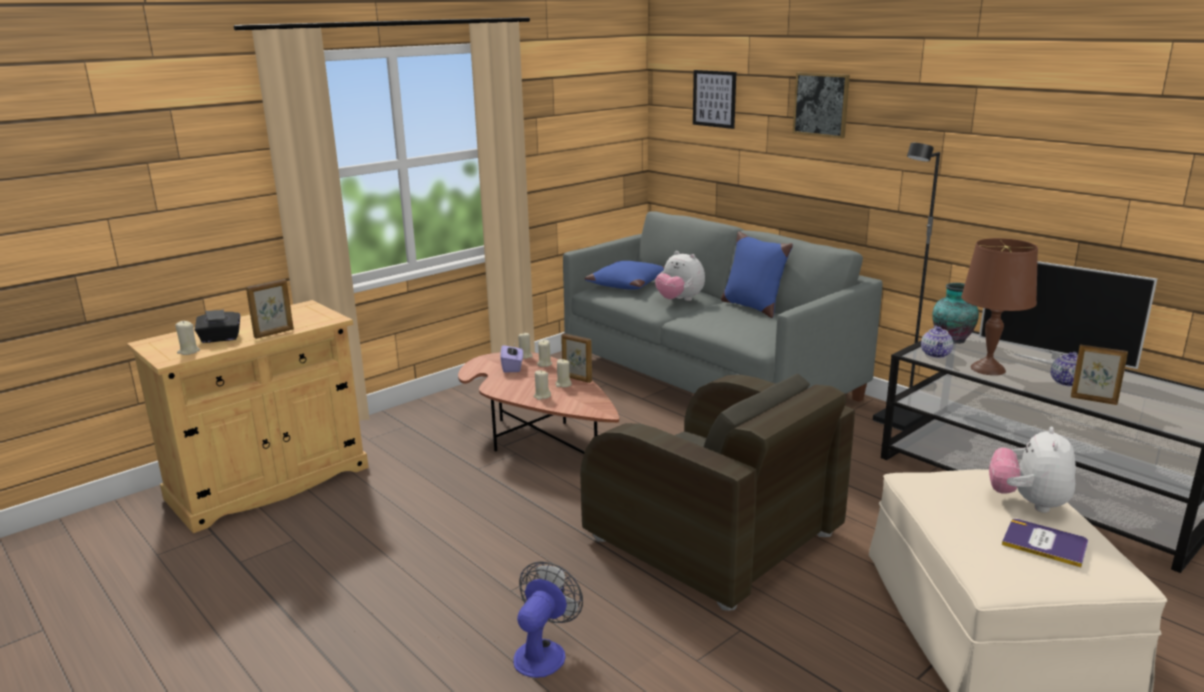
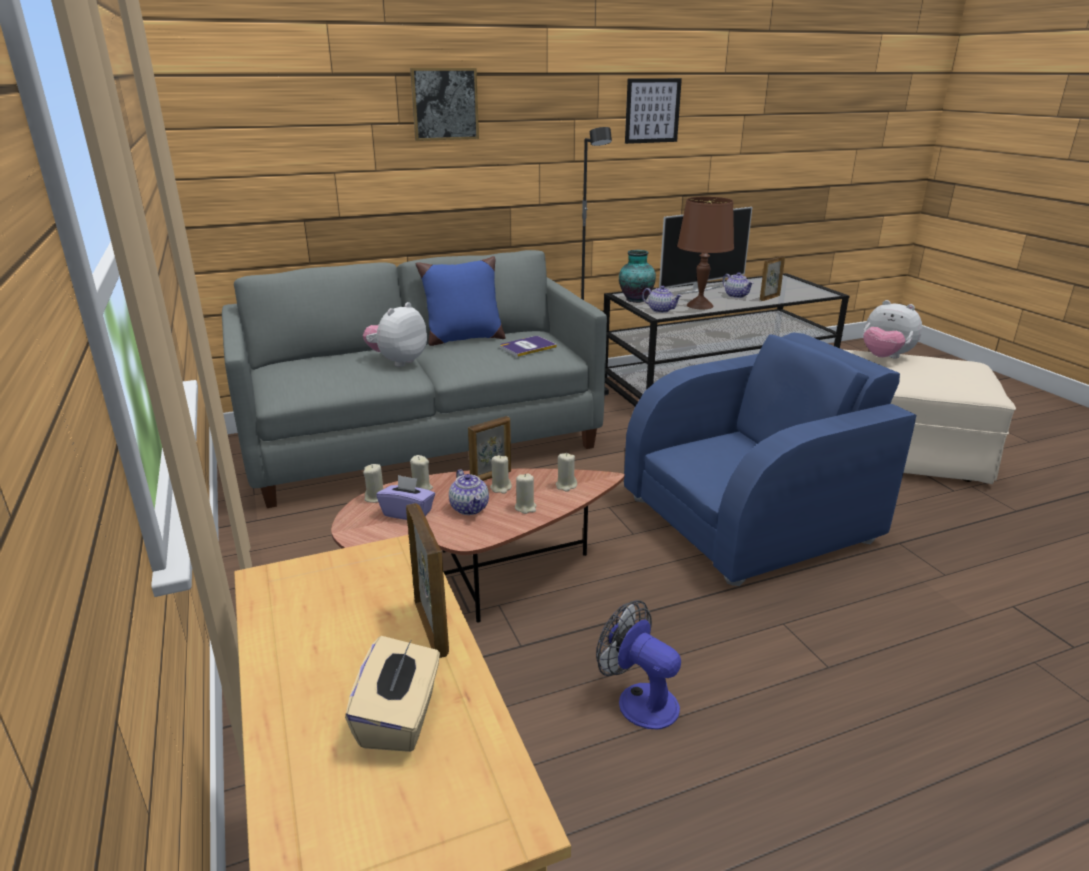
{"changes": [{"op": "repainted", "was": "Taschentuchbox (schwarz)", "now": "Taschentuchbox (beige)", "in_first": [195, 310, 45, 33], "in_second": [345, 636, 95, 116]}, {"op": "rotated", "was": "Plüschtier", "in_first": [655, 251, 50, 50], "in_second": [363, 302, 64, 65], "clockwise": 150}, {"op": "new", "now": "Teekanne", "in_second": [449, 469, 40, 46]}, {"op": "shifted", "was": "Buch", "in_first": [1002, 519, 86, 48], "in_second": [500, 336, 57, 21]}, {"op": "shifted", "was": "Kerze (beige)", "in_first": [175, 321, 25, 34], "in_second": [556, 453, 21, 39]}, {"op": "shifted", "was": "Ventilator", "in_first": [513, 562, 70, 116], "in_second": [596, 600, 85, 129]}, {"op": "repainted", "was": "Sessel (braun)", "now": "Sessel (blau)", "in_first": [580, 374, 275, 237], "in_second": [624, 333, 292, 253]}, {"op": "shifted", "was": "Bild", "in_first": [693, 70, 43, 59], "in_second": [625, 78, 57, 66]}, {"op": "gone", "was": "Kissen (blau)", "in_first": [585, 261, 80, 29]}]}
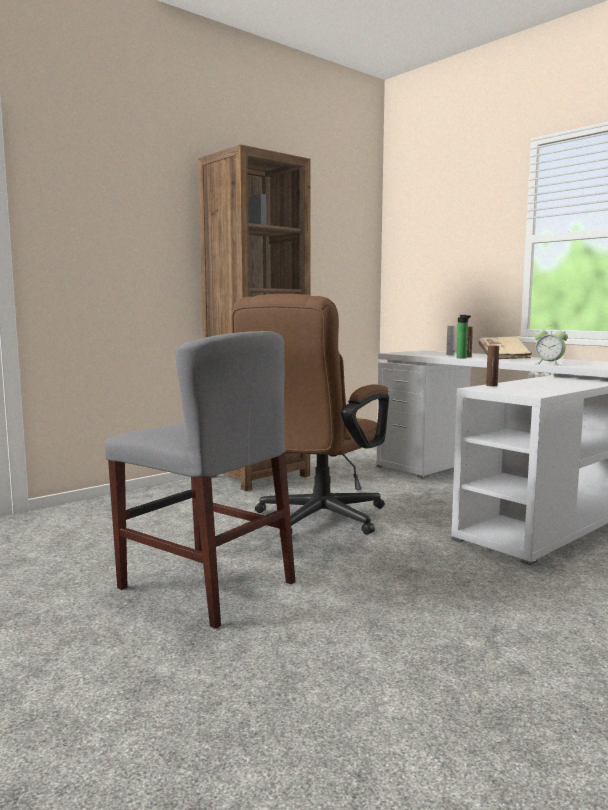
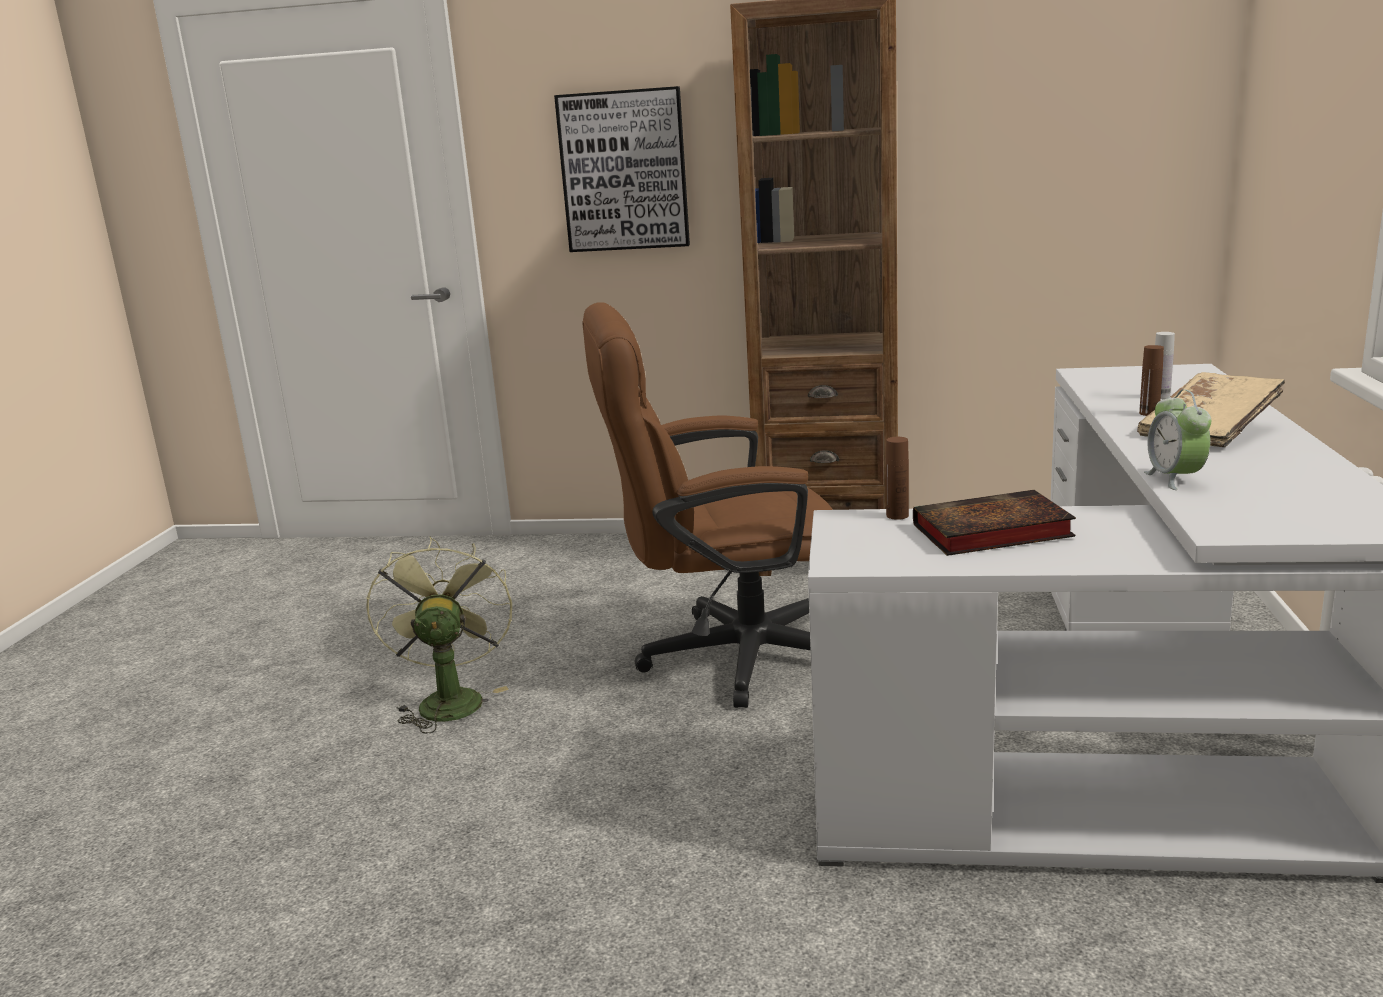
{"changes": [{"op": "swapped", "was": "Stuhl (grau)", "now": "Ventilator (grün)", "in_first": [105, 331, 190, 298], "in_second": [366, 537, 146, 197]}, {"op": "new", "now": "Bild", "in_second": [554, 86, 136, 166]}, {"op": "new", "now": "Buch", "in_second": [913, 490, 163, 66]}, {"op": "gone", "was": "Flasche", "in_first": [456, 315, 15, 43]}]}
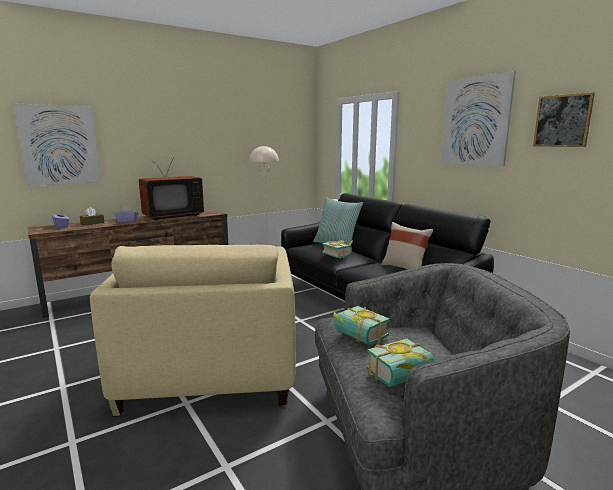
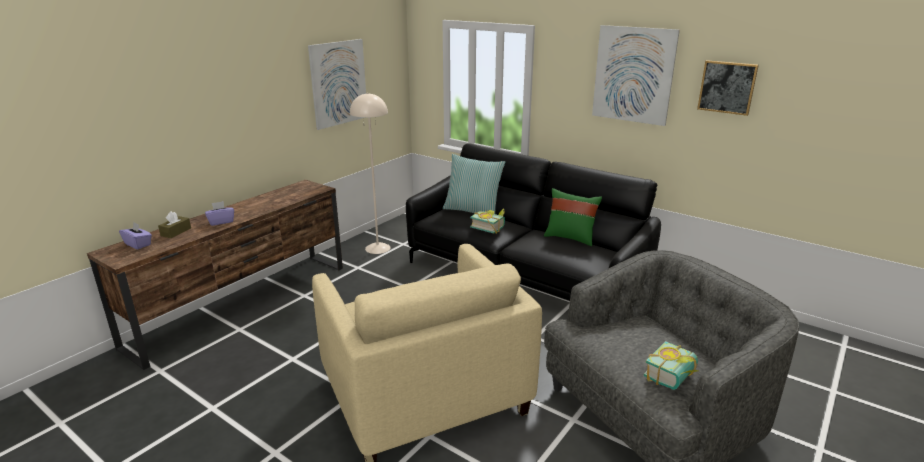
{"changes": [{"op": "shifted", "was": "Bild", "in_first": [13, 103, 88, 83], "in_second": [308, 39, 58, 91]}, {"op": "repainted", "was": "Kissen (beige)", "now": "Kissen (grün)", "in_first": [381, 222, 53, 48], "in_second": [544, 188, 58, 58]}, {"op": "gone", "was": "Fernseher", "in_first": [139, 158, 65, 62]}, {"op": "gone", "was": "Buch", "in_first": [333, 306, 57, 39]}]}
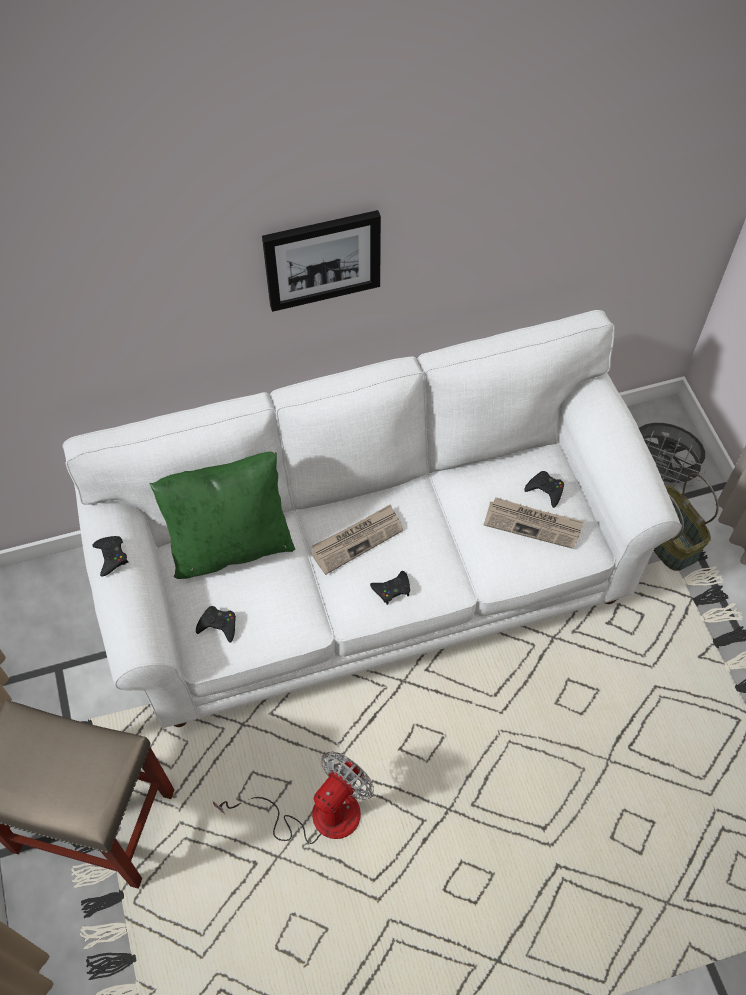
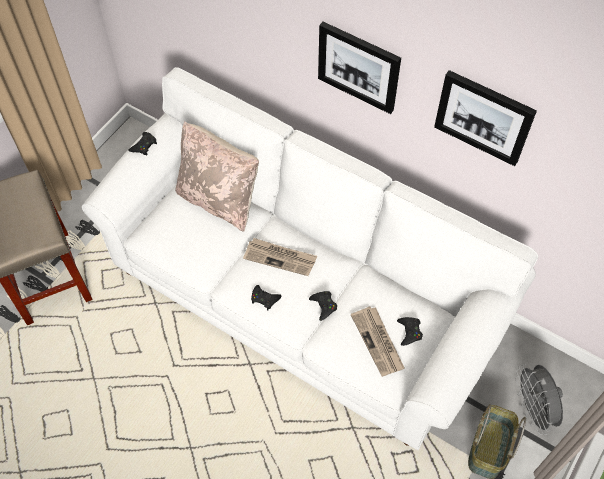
{"changes": [{"op": "repainted", "was": "Kissen (grün)", "now": "Kissen (beige)", "in_first": [150, 452, 145, 127], "in_second": [175, 121, 84, 111]}, {"op": "shifted", "was": "Gamepad (schwarz)", "in_first": [196, 606, 40, 37], "in_second": [309, 291, 28, 30]}, {"op": "new", "now": "Bild", "in_second": [434, 70, 103, 96]}, {"op": "gone", "was": "Ventilator", "in_first": [213, 751, 161, 93]}]}
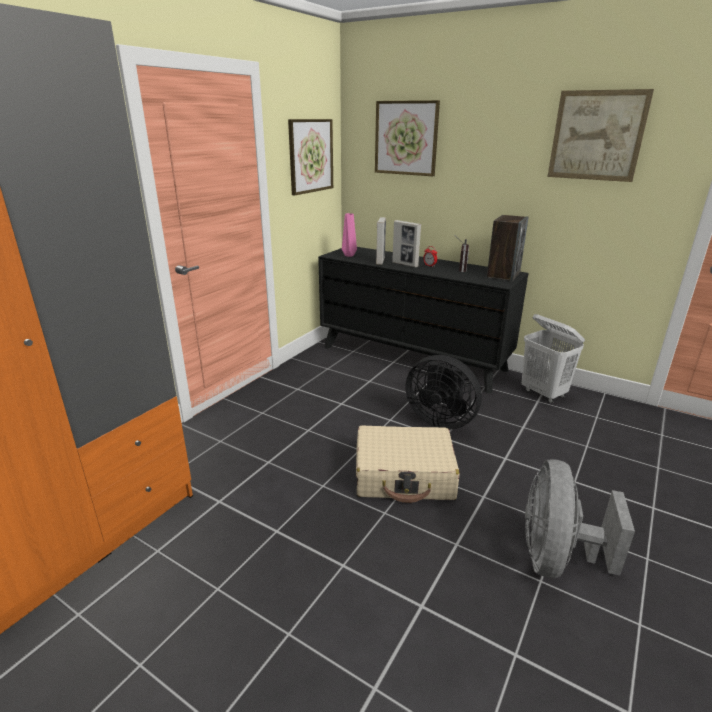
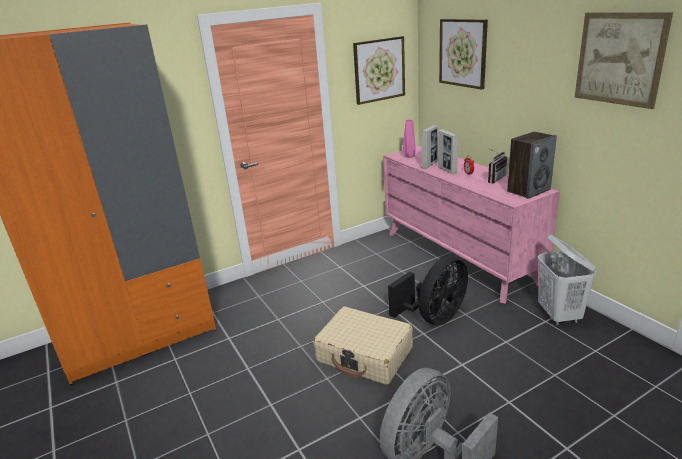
{"changes": [{"op": "repainted", "was": "Kommode (schwarz)", "now": "Kommode (rosa)", "in_first": [318, 247, 210, 146], "in_second": [383, 146, 177, 158]}, {"op": "rotated", "was": "Ventilator (schwarz)", "in_first": [405, 355, 77, 75], "in_second": [388, 256, 80, 69], "clockwise": -105}]}
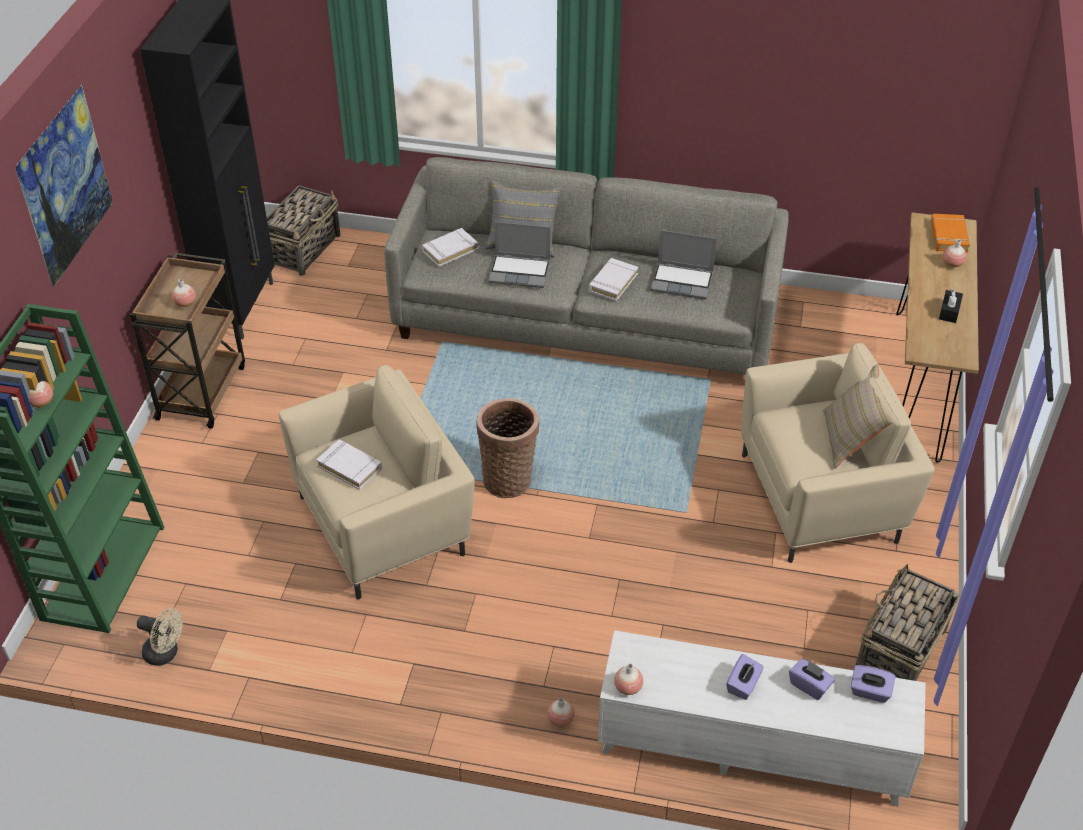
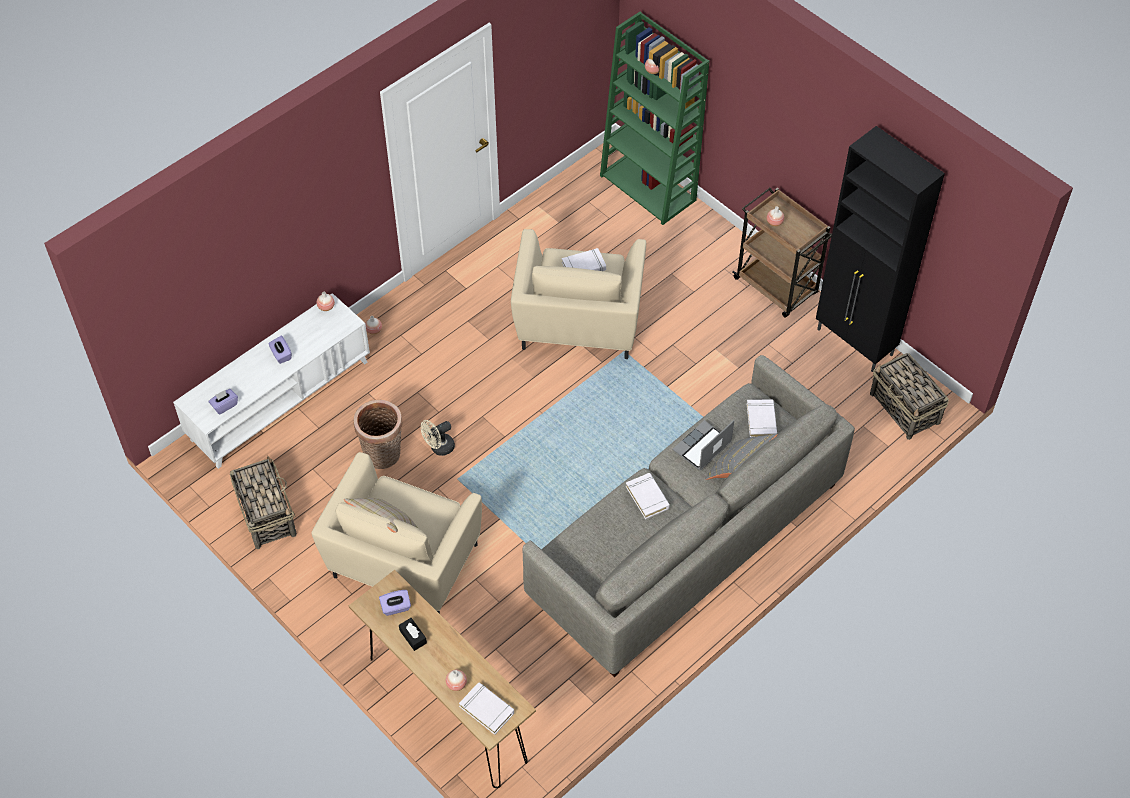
{"changes": [{"op": "shifted", "was": "Korb", "in_first": [477, 398, 62, 100], "in_second": [354, 400, 49, 69]}, {"op": "shifted", "was": "Taschentuchbox (lila)", "in_first": [789, 659, 46, 41], "in_second": [379, 590, 32, 26]}, {"op": "shifted", "was": "Ventilator (beige)", "in_first": [137, 609, 46, 57], "in_second": [421, 420, 34, 36]}, {"op": "repainted", "was": "Buch (orange)", "now": "Buch (weiß)", "in_first": [931, 214, 39, 39], "in_second": [459, 683, 55, 52]}, {"op": "gone", "was": "Bild", "in_first": [15, 85, 98, 202]}, {"op": "gone", "was": "Laptop", "in_first": [650, 230, 67, 69]}]}
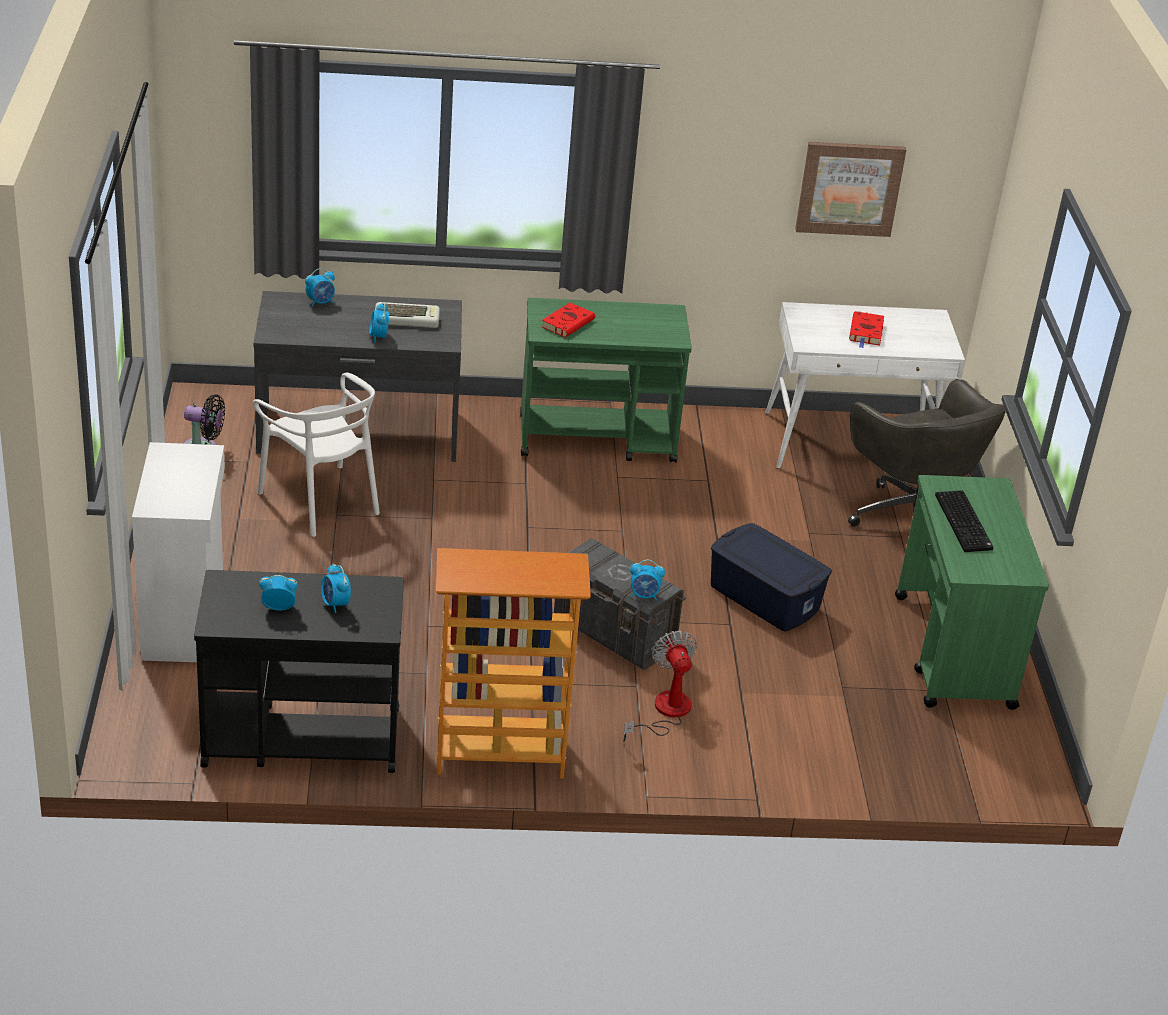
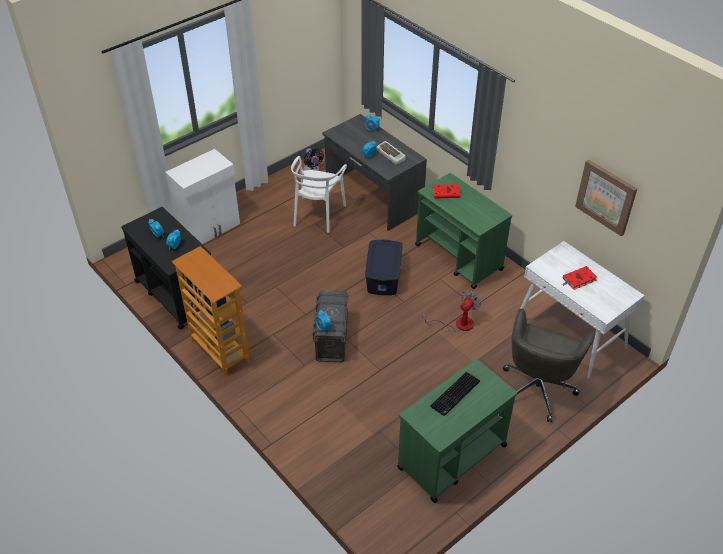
{"changes": [{"op": "shifted", "was": "Aufbewahrungsbox (blau)", "in_first": [711, 523, 121, 108], "in_second": [365, 240, 37, 55]}, {"op": "shifted", "was": "Ventilator", "in_first": [623, 630, 74, 112], "in_second": [422, 291, 59, 42]}]}
